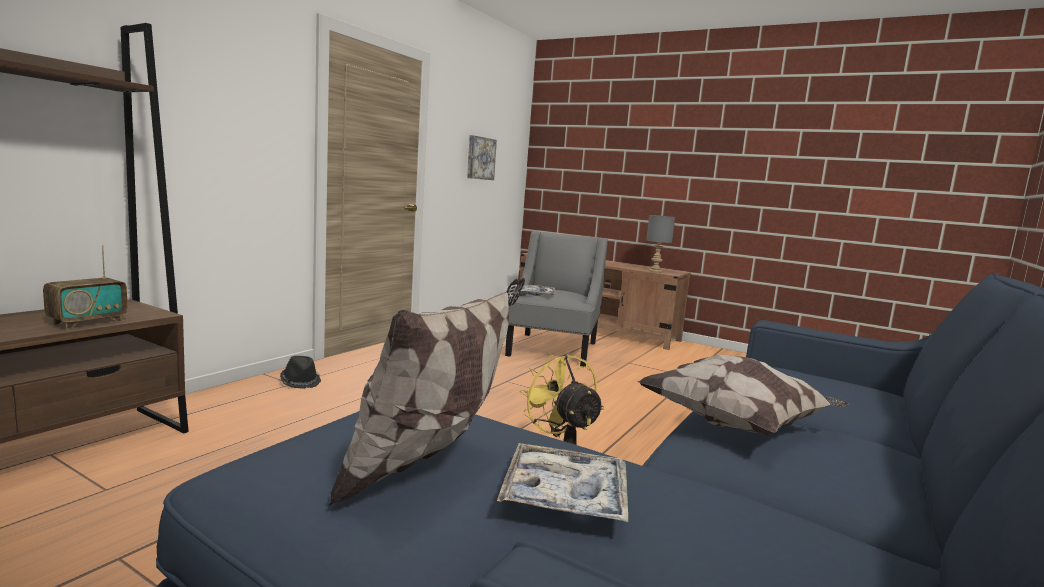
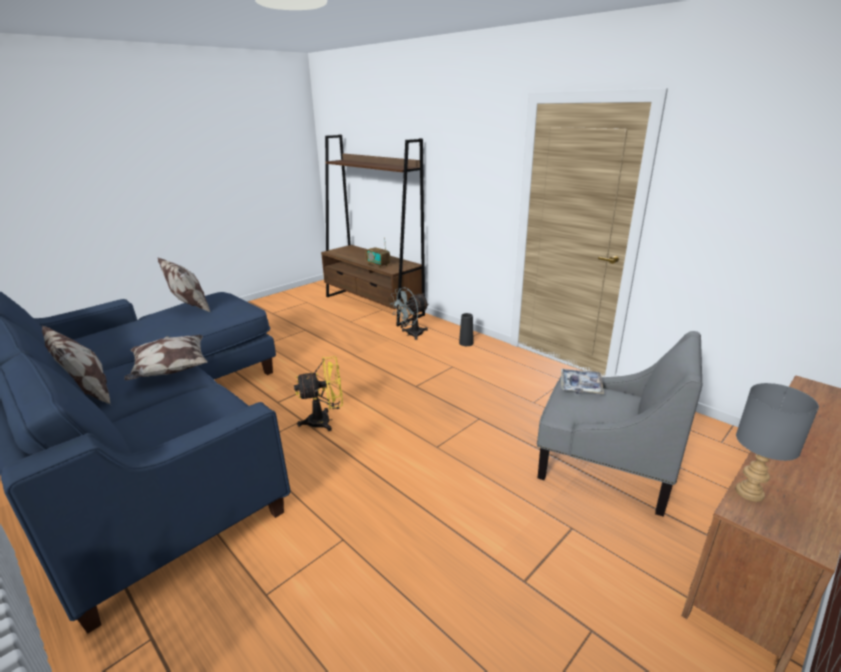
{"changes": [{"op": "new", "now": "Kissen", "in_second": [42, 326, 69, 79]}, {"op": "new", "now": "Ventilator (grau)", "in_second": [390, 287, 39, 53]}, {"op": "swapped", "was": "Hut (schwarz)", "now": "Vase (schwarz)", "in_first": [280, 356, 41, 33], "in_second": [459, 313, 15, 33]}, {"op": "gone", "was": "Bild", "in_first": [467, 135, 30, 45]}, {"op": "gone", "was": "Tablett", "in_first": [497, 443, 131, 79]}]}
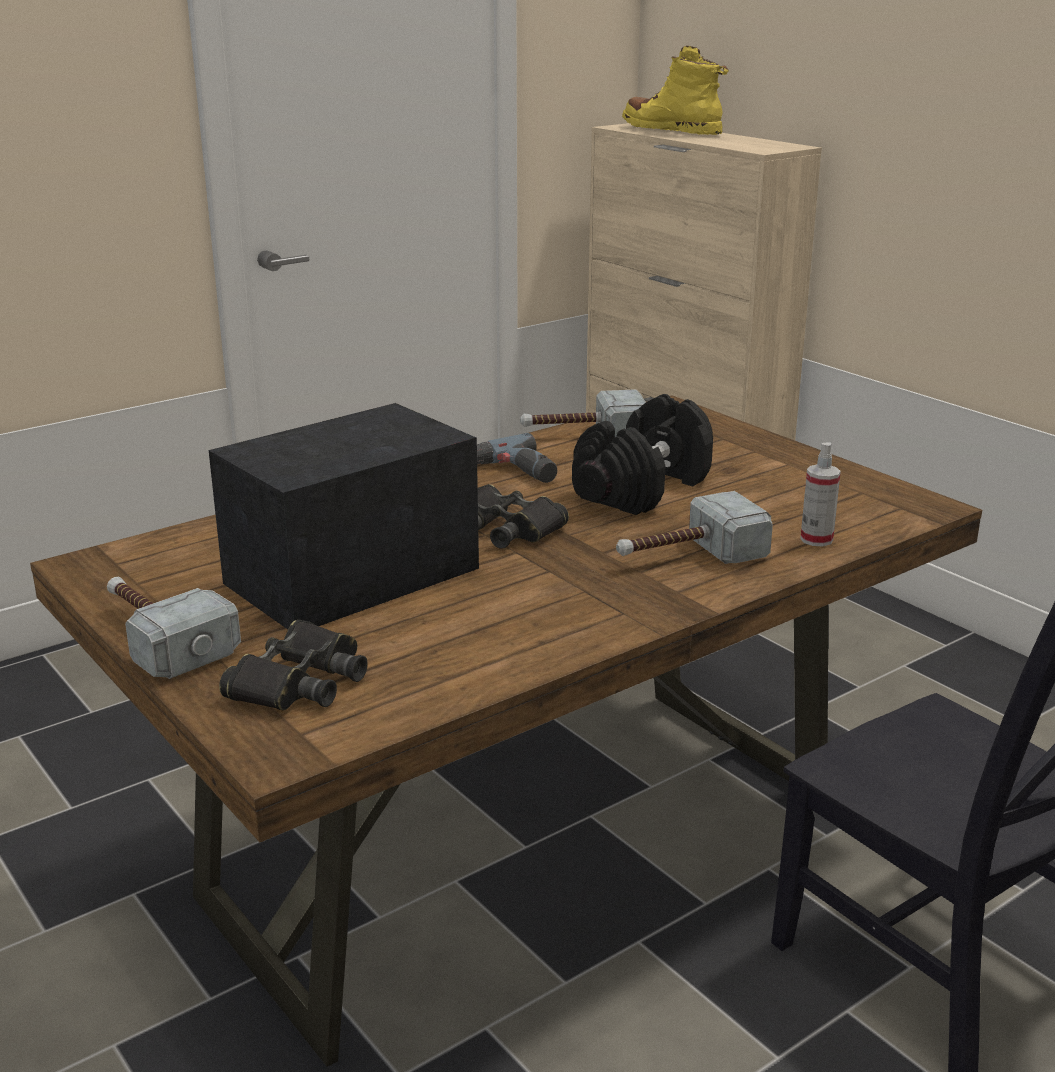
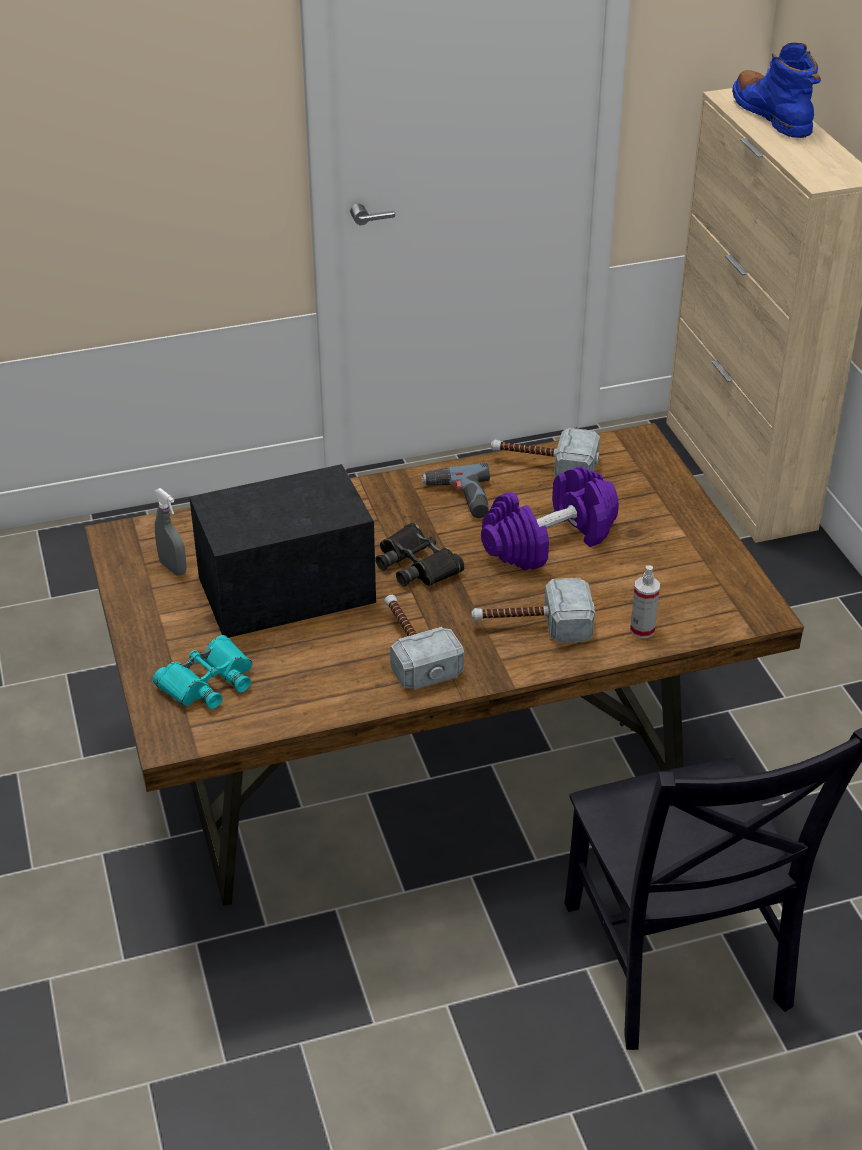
{"changes": [{"op": "repainted", "was": "Fernglas (schwarz)", "now": "Fernglas (türkis)", "in_first": [219, 620, 149, 91], "in_second": [153, 635, 99, 74]}, {"op": "new", "now": "Sprühflasche (grau)", "in_second": [154, 488, 33, 88]}, {"op": "shifted", "was": "Hammer", "in_first": [107, 577, 134, 102], "in_second": [384, 595, 80, 95]}, {"op": "repainted", "was": "Hantel (schwarz)", "now": "Hantel (lila)", "in_first": [572, 394, 141, 121], "in_second": [481, 466, 138, 105]}, {"op": "repainted", "was": "Stiefel (gelb)", "now": "Stiefel (blau)", "in_first": [622, 46, 107, 89], "in_second": [732, 42, 89, 96]}]}
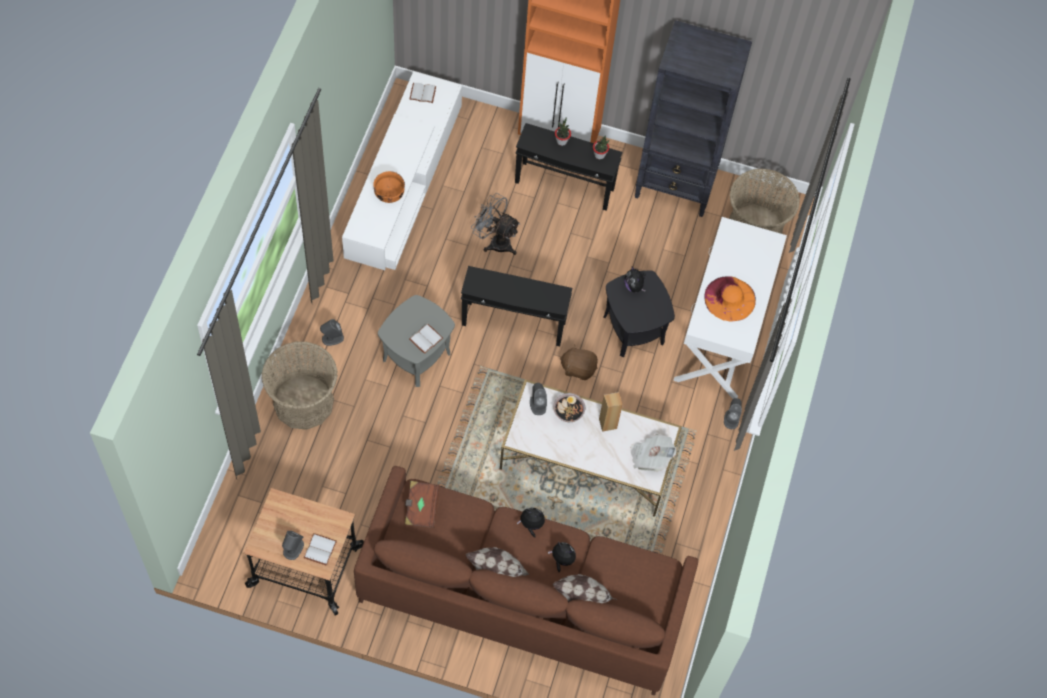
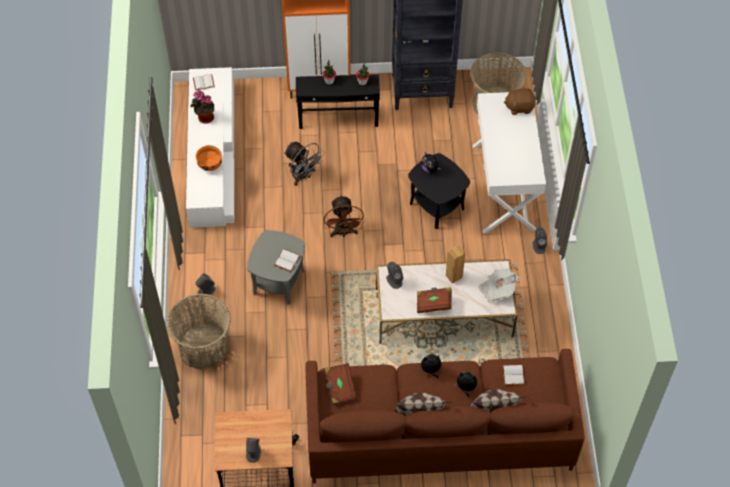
{"changes": [{"op": "new", "now": "Topfpflanze", "in_second": [190, 90, 24, 34]}, {"op": "rotated", "was": "Ventilator (grau)", "in_first": [471, 193, 49, 62], "in_second": [284, 142, 41, 44], "clockwise": -150}, {"op": "swapped", "was": "Beistelltisch (schwarz)", "now": "Ventilator (braun)", "in_first": [461, 266, 111, 80], "in_second": [324, 195, 41, 42]}, {"op": "new", "now": "Buch (braun)", "in_second": [417, 287, 35, 26]}, {"op": "shifted", "was": "Buch (weiß)", "in_first": [304, 533, 33, 33], "in_second": [503, 364, 22, 22]}, {"op": "shifted", "was": "Plüschtier (braun)", "in_first": [560, 344, 38, 36], "in_second": [504, 87, 32, 28]}, {"op": "gone", "was": "Schüssel", "in_first": [553, 393, 33, 29]}, {"op": "gone", "was": "Hut (orange)", "in_first": [704, 276, 52, 45]}]}
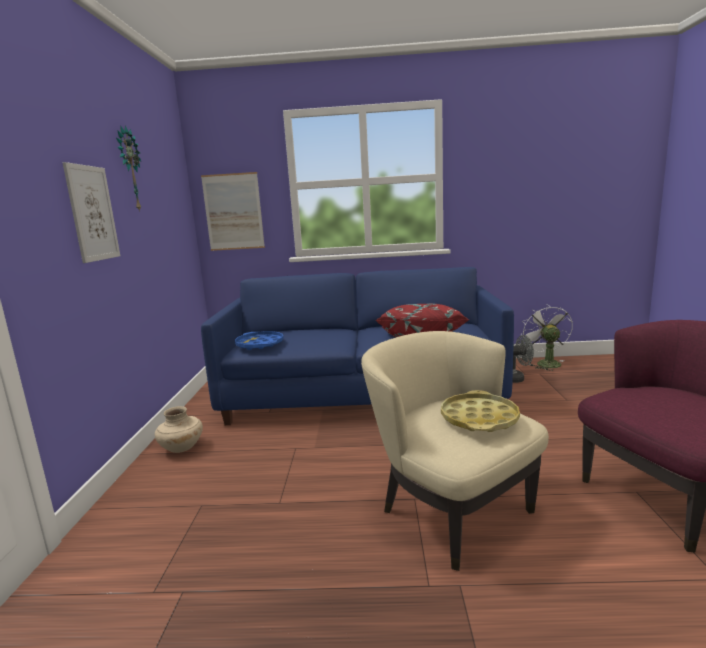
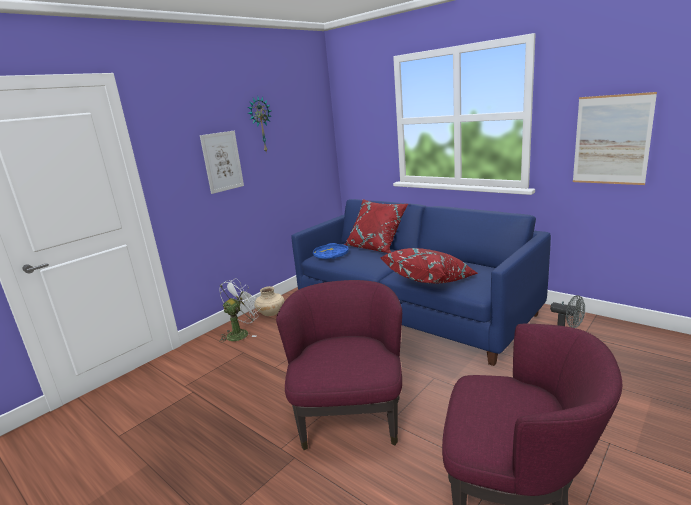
{"changes": [{"op": "shifted", "was": "Ventilator (weiß)", "in_first": [522, 304, 51, 67], "in_second": [219, 278, 42, 65]}, {"op": "repainted", "was": "Sessel (beige)", "now": "Sessel (lila)", "in_first": [361, 331, 188, 240], "in_second": [276, 280, 126, 170]}, {"op": "new", "now": "Kissen (rot)", "in_second": [344, 199, 64, 54]}, {"op": "shifted", "was": "Bild", "in_first": [201, 172, 64, 79], "in_second": [573, 92, 84, 93]}, {"op": "gone", "was": "Tablett (gelb)", "in_first": [441, 390, 79, 42]}]}
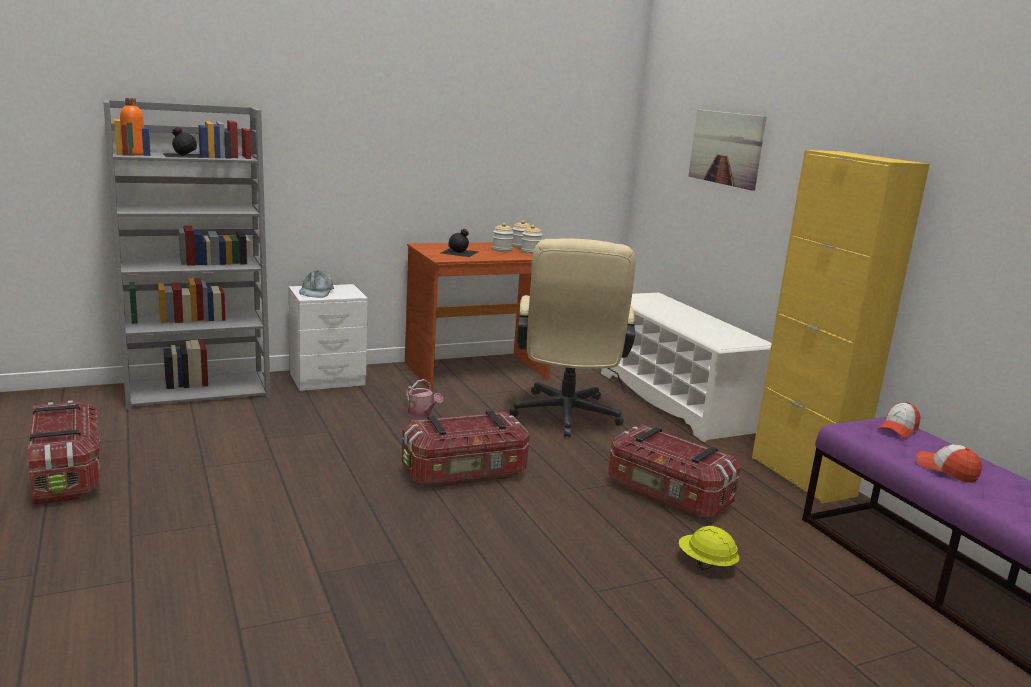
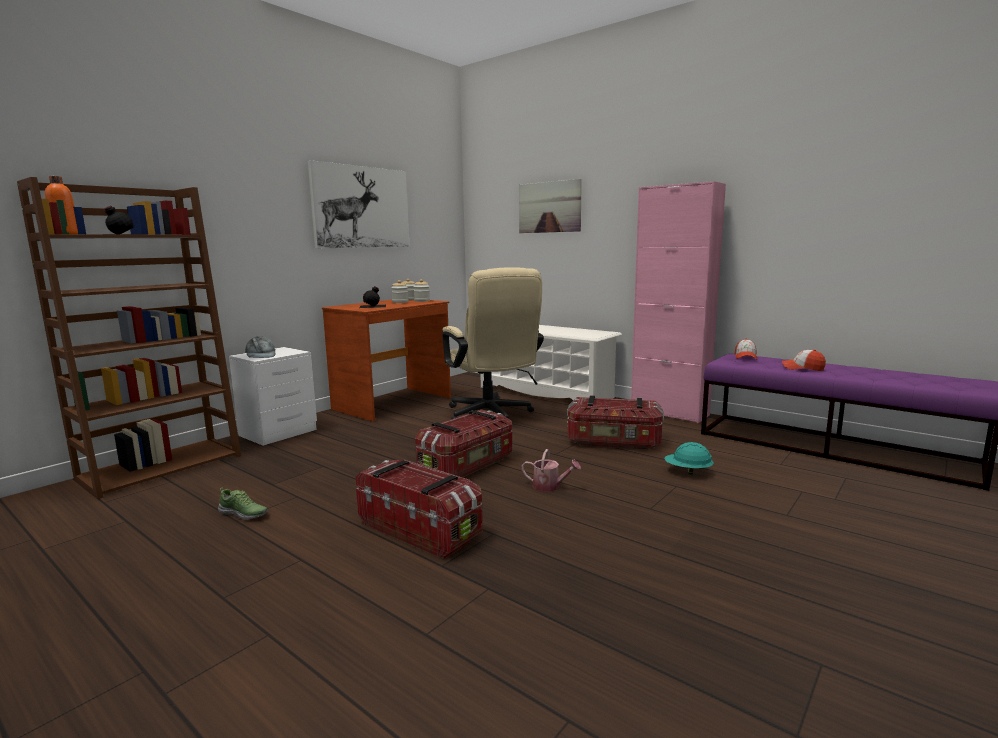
{"changes": [{"op": "repainted", "was": "Bücherregal (grau)", "now": "Bücherregal (braun)", "in_first": [103, 100, 168, 310], "in_second": [17, 177, 224, 322]}, {"op": "new", "now": "Schuh", "in_second": [218, 487, 50, 33]}, {"op": "new", "now": "Bild", "in_second": [308, 160, 102, 88]}, {"op": "shifted", "was": "Aufbewahrungsbox", "in_first": [28, 400, 72, 105], "in_second": [355, 460, 128, 99]}, {"op": "shifted", "was": "Gießkanne", "in_first": [406, 379, 37, 38], "in_second": [522, 449, 59, 43]}, {"op": "repainted", "was": "Schrank (gelb)", "now": "Schrank (rosa)", "in_first": [752, 150, 178, 353], "in_second": [631, 181, 95, 242]}, {"op": "repainted", "was": "Schutzhelm (gelb)", "now": "Schutzhelm (türkis)", "in_first": [679, 526, 60, 44], "in_second": [664, 442, 50, 33]}]}
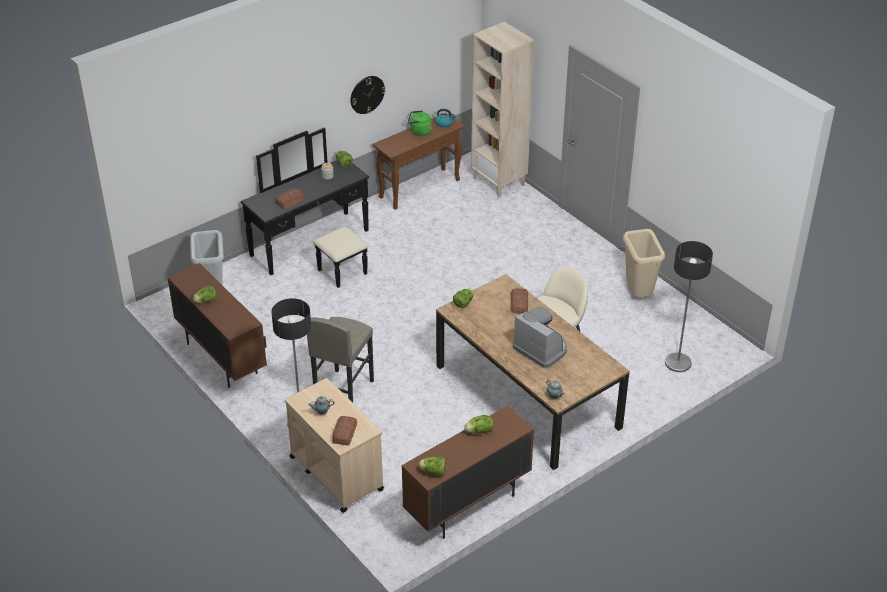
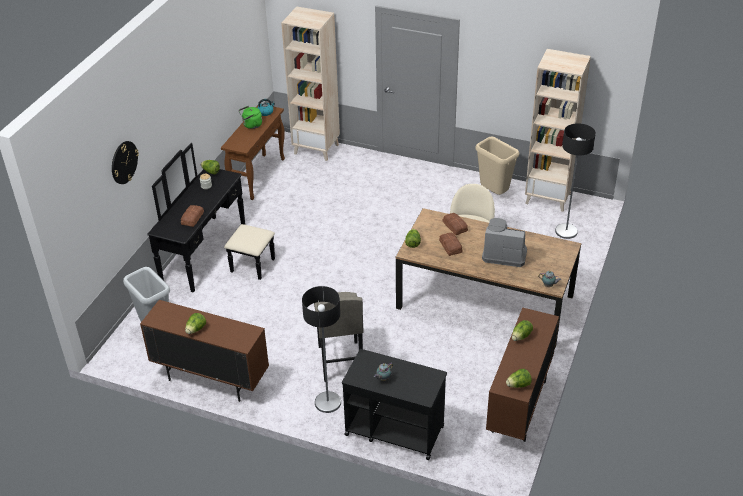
{"changes": [{"op": "shifted", "was": "Wanduhr", "in_first": [350, 76, 35, 38], "in_second": [112, 141, 27, 43]}, {"op": "repainted", "was": "Rollwagen (beige)", "now": "Rollwagen (schwarz)", "in_first": [285, 378, 99, 135], "in_second": [342, 349, 105, 111]}, {"op": "shifted", "was": "Brot", "in_first": [332, 416, 25, 30], "in_second": [439, 233, 23, 23]}, {"op": "new", "now": "Bücherregal (beige)", "in_second": [525, 49, 66, 163]}]}
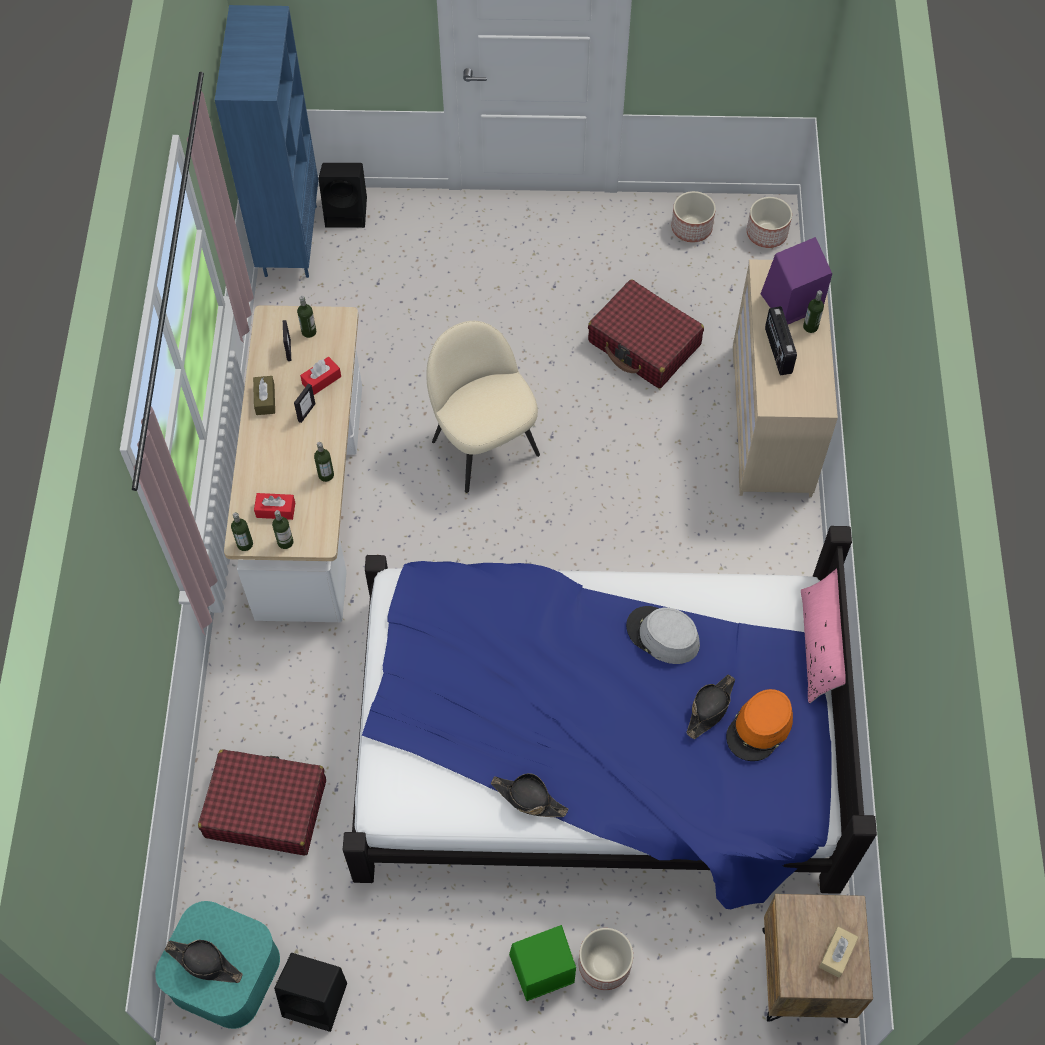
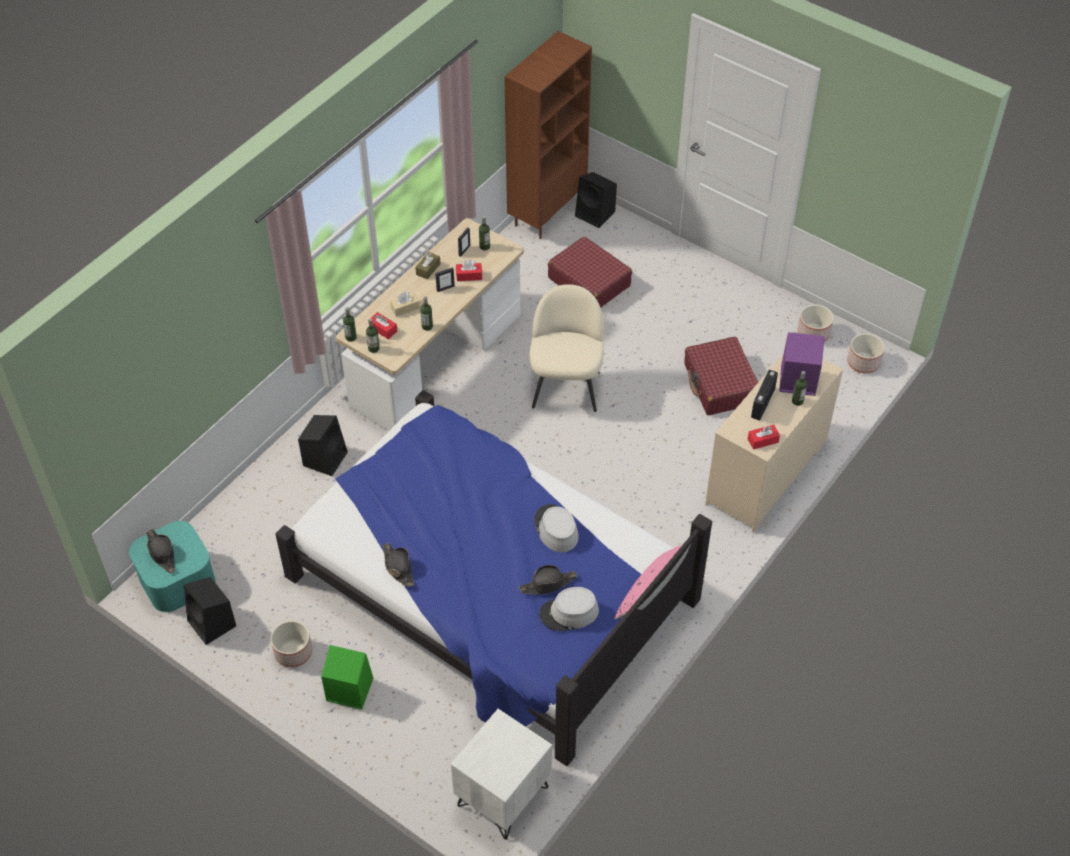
{"changes": [{"op": "shifted", "was": "Pflanzkübel", "in_first": [578, 928, 55, 62], "in_second": [271, 621, 41, 47]}, {"op": "new", "now": "Lautsprecher (schwarz)", "in_second": [298, 415, 50, 61]}, {"op": "shifted", "was": "Taschentuchbox (beige)", "in_first": [819, 927, 39, 51], "in_second": [390, 292, 30, 25]}, {"op": "repainted", "was": "Nachttisch (braun)", "now": "Nachttisch (weiß)", "in_first": [762, 894, 111, 129], "in_second": [451, 709, 101, 131]}, {"op": "repainted", "was": "Bücherregal (blau)", "now": "Bücherregal (braun)", "in_first": [215, 5, 103, 273], "in_second": [504, 31, 88, 208]}, {"op": "repainted", "was": "Hut (orange)", "now": "Hut (grau)", "in_first": [726, 689, 67, 72], "in_second": [539, 587, 60, 44]}, {"op": "shifted", "was": "Koffer (rot)", "in_first": [198, 749, 128, 106], "in_second": [548, 236, 84, 72]}, {"op": "new", "now": "Taschentuchbox (rot)", "in_second": [748, 425, 32, 25]}]}
